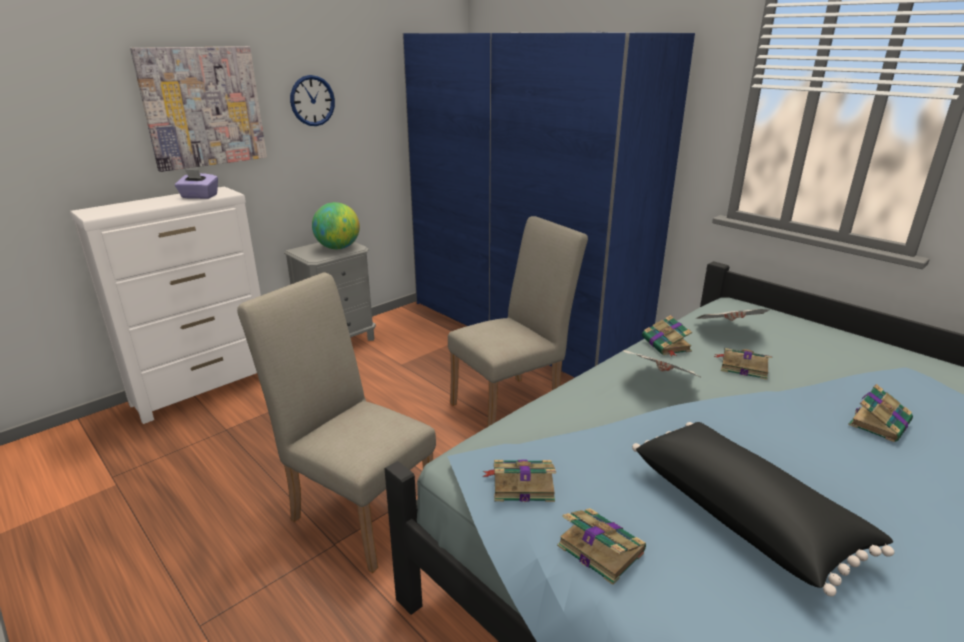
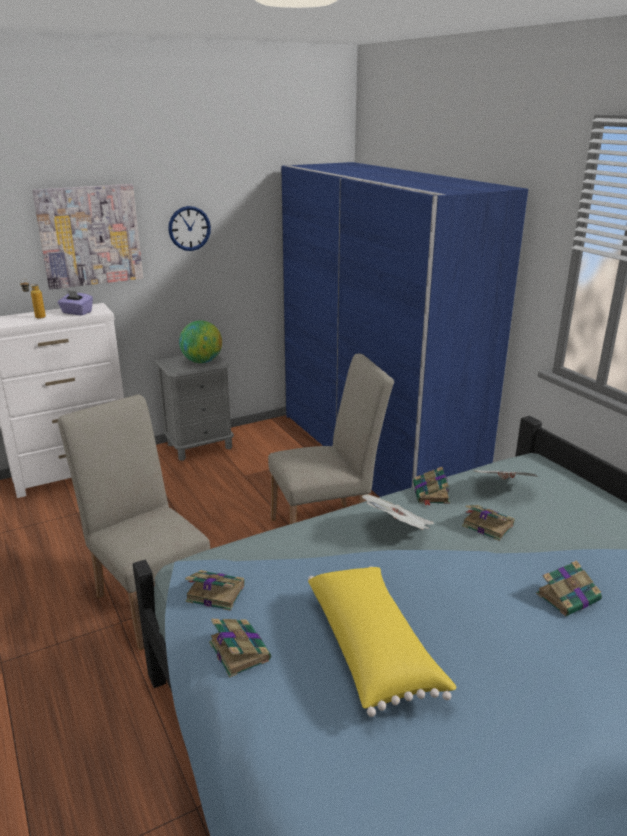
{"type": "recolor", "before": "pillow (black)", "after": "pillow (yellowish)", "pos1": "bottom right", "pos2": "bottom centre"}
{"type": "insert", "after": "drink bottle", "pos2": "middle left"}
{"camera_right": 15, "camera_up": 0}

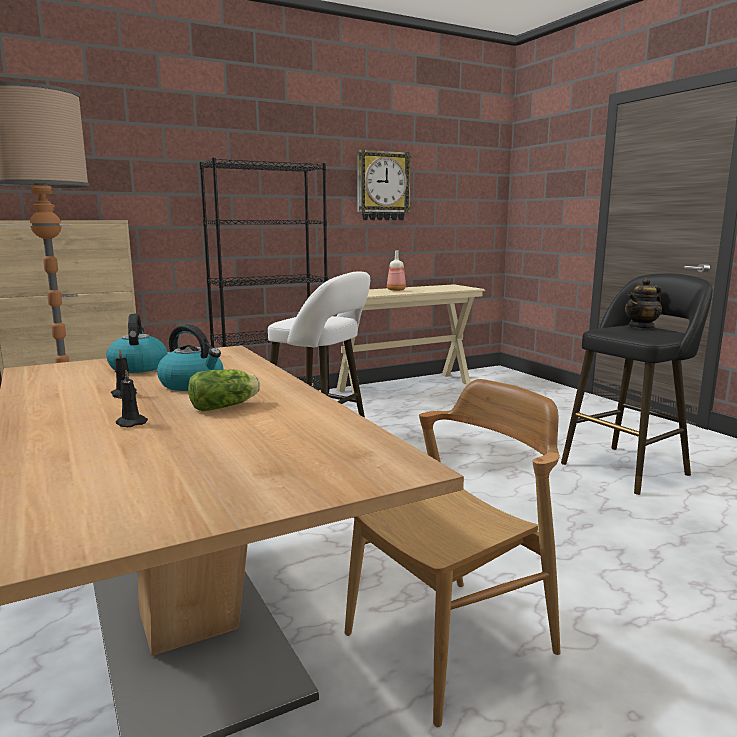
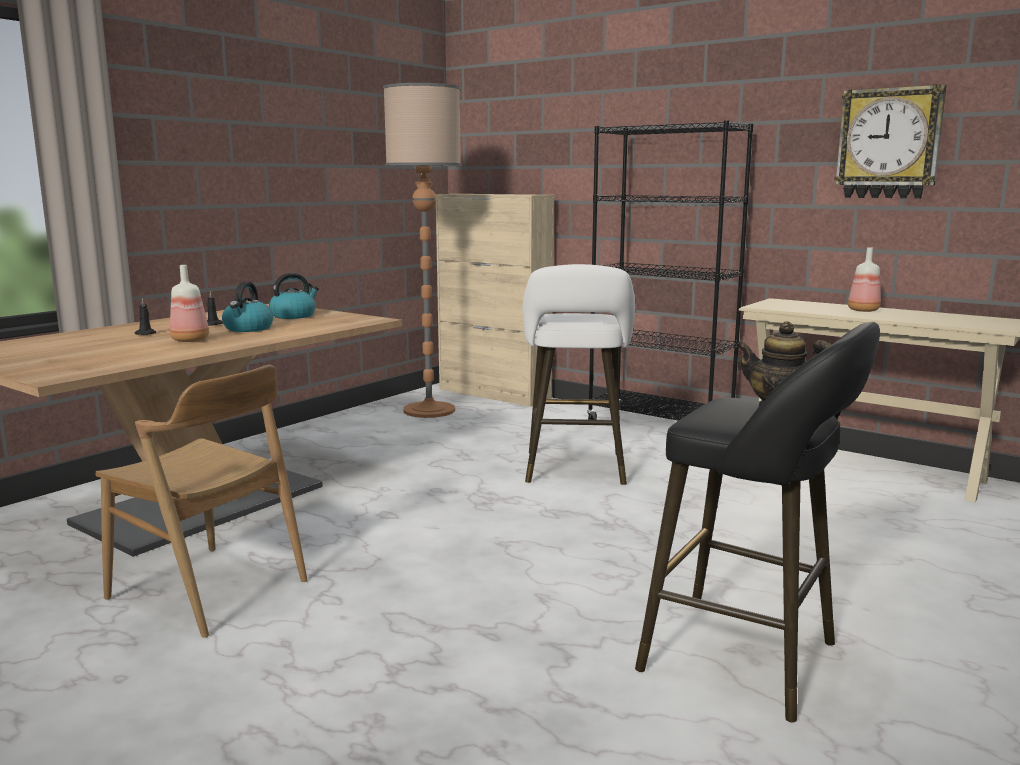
{"type": "replace", "before": "lettuce head", "after": "drink bottle (1st from left)", "pos1": "middle left", "pos2": "middle left"}
{"camera_right": 65, "camera_up": 0}

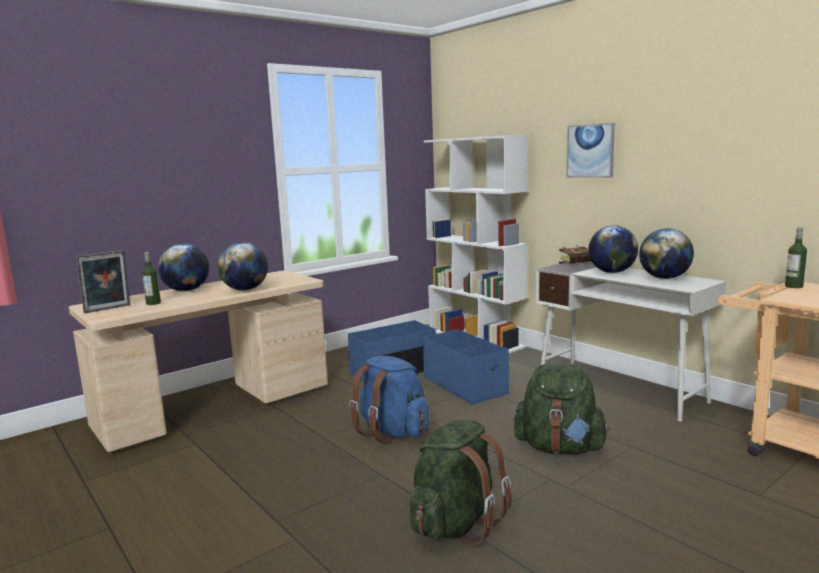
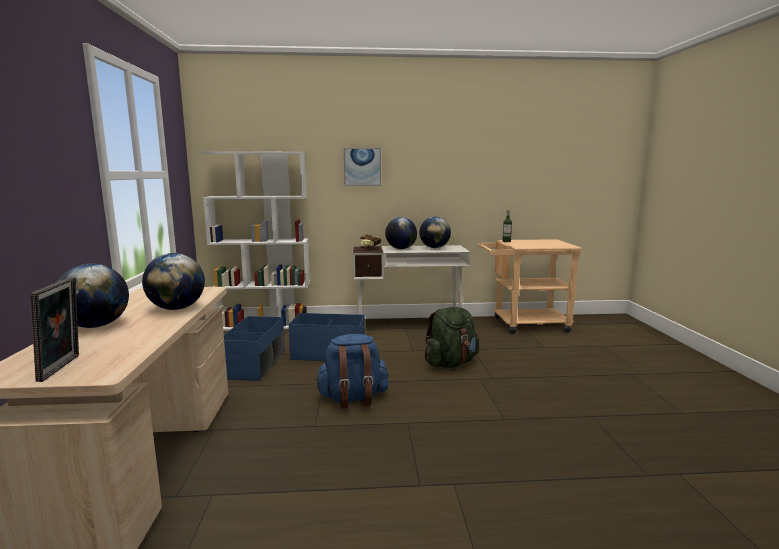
{"type": "delete", "before": "drink bottle (1st from left)", "pos1": "middle left"}
{"type": "delete", "before": "backpack (greenish) (1st from left)", "pos1": "bottom centre"}
{"camera_right": -55, "camera_up": 0}

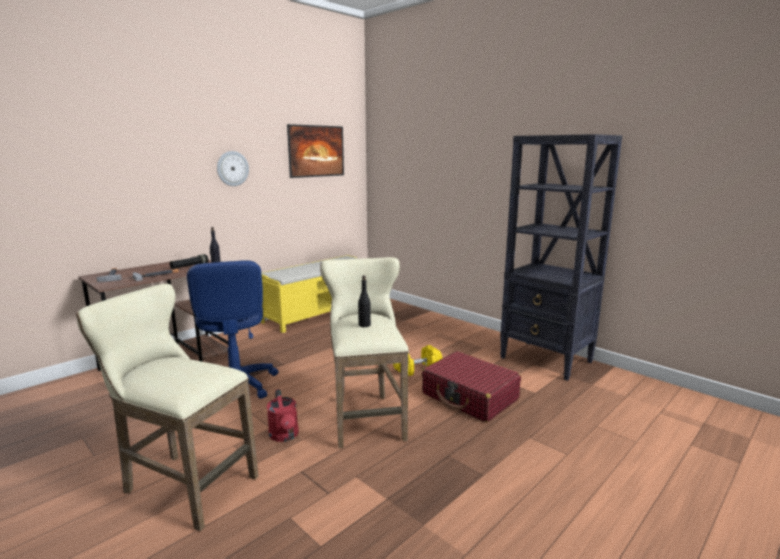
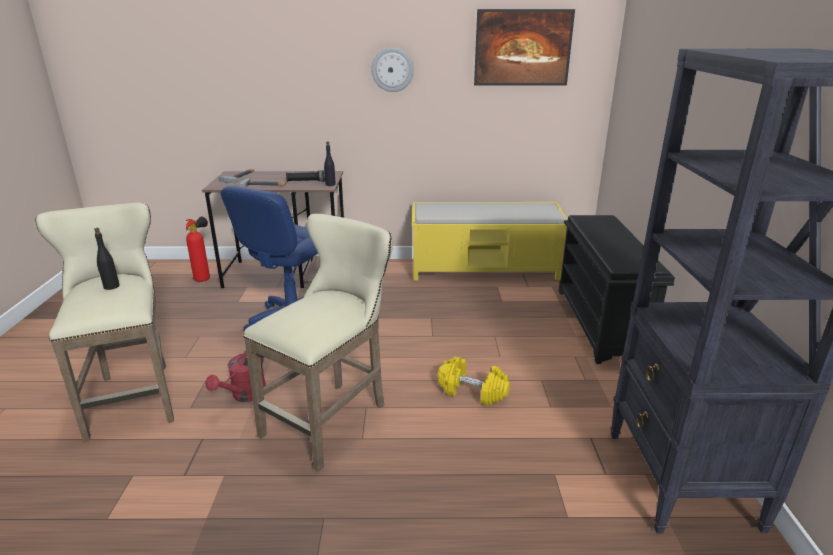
{"type": "move", "before": "drink bottle (black) (2nd from left in the first image)", "after": "drink bottle (black) (1st from left)", "pos1": "centre", "pos2": "middle left"}
{"type": "delete", "before": "travel case (red)", "pos1": "bottom centre"}
{"type": "insert", "after": "shoe rack (black)", "pos2": "middle right"}
{"type": "insert", "after": "fire-fighting cylinder", "pos2": "middle left"}
{"camera_right": 45, "camera_up": 10}

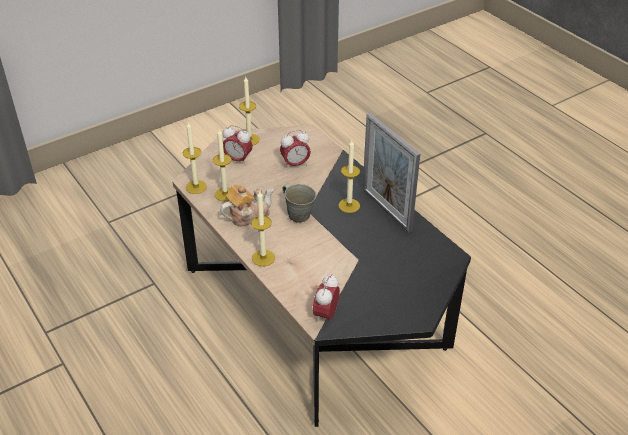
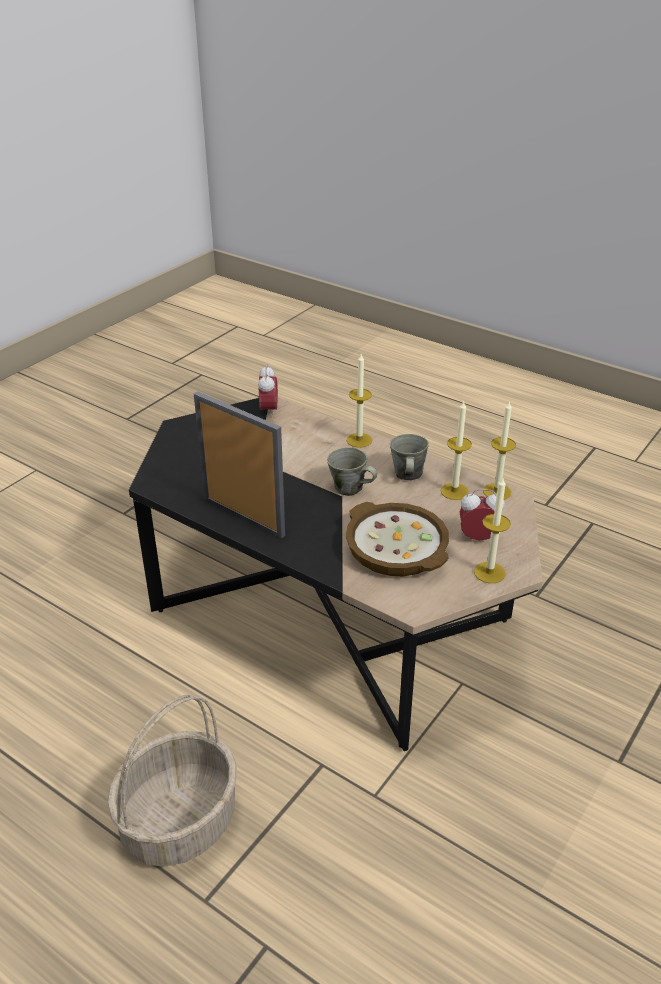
{"type": "replace", "before": "table clock (2nd from left)", "after": "deep dish", "pos1": "centre", "pos2": "centre"}
{"type": "delete", "before": "wax light (5th from left)", "pos1": "centre"}
{"type": "replace", "before": "teapot", "after": "mug (gray) (2nd from left)", "pos1": "centre", "pos2": "centre"}
{"type": "insert", "after": "household basket", "pos2": "bottom left"}
{"camera_right": 160, "camera_up": -5}

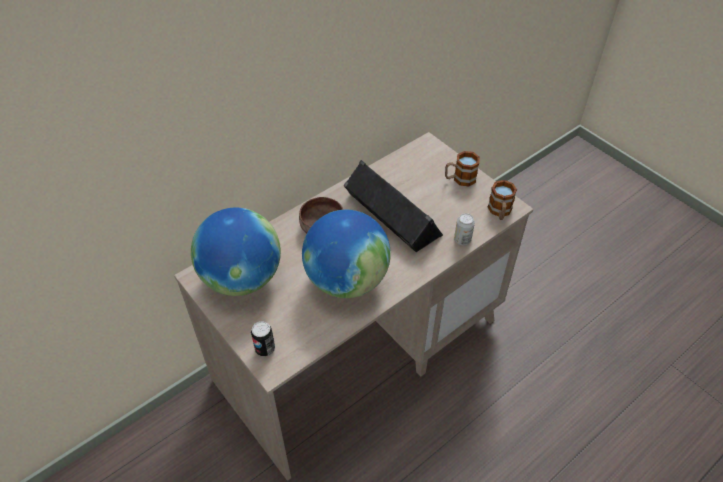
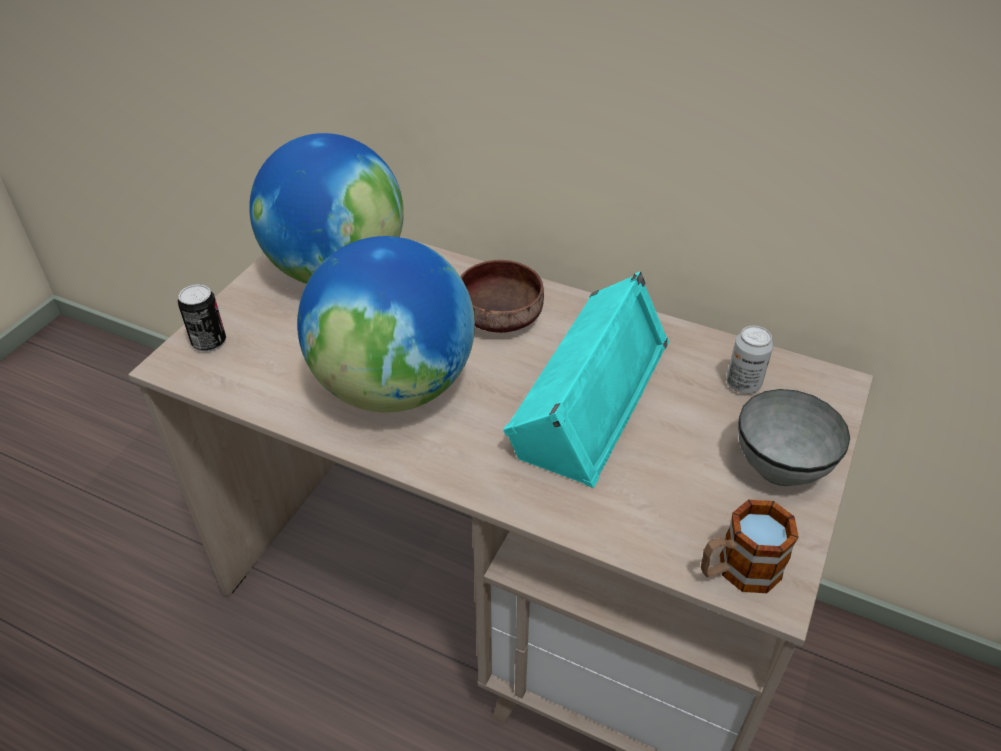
{"type": "replace", "before": "mug (1st from left)", "after": "deep dish (gray)", "pos1": "centre", "pos2": "middle right"}
{"type": "recolor", "before": "audio speaker (black)", "after": "audio speaker (blue-green)", "pos1": "centre", "pos2": "centre"}
{"type": "move", "before": "sealed can (2nd from left)", "pos1": "centre", "pos2": "middle right"}
{"camera_right": 65, "camera_up": -5}

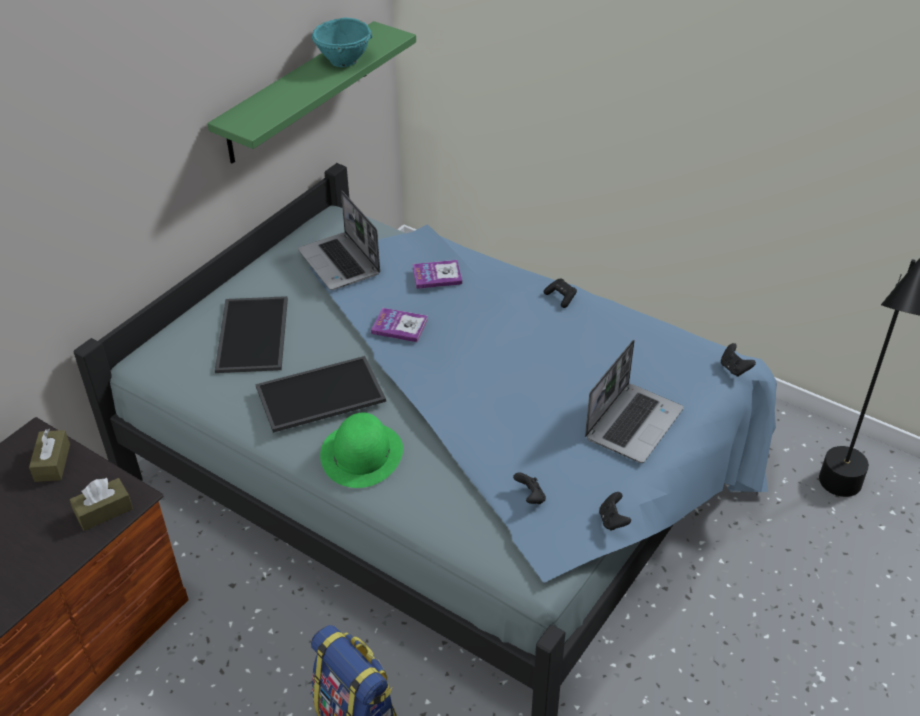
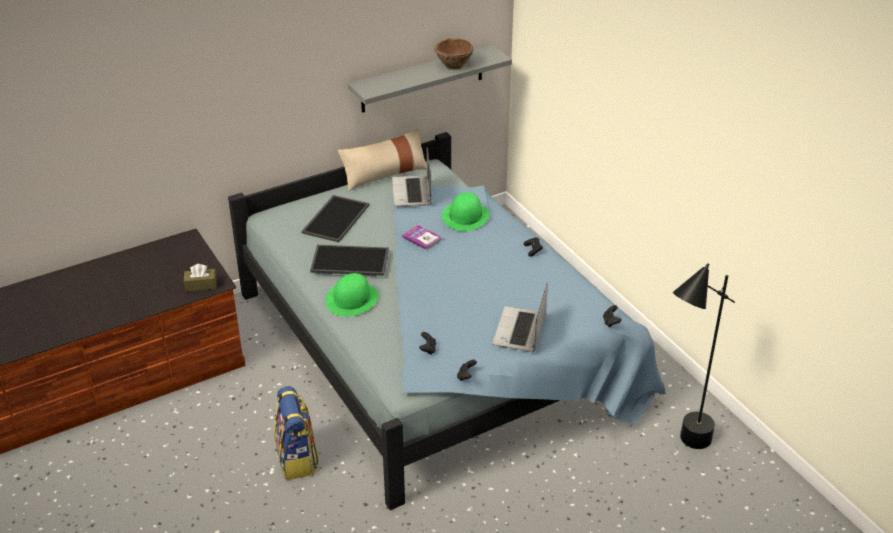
{"type": "recolor", "before": "deep dish (blue-green)", "after": "deep dish (brown)", "pos1": "top centre", "pos2": "top centre"}
{"type": "recolor", "before": "bracket shelf (greenish)", "after": "bracket shelf (gray)", "pos1": "top centre", "pos2": "top centre"}
{"type": "replace", "before": "volume (2nd from left)", "after": "hat (greenish) (2nd from left)", "pos1": "centre", "pos2": "centre"}
{"type": "rotate", "before": "portable computer (2nd from left)", "pos1": "middle right", "pos2": "centre", "turn": 135}
{"type": "delete", "before": "box of tissues (brown) (1st from left)", "pos1": "middle left"}
{"type": "insert", "after": "pillow (beige)", "pos2": "top centre"}
{"camera_right": 25, "camera_up": -5}

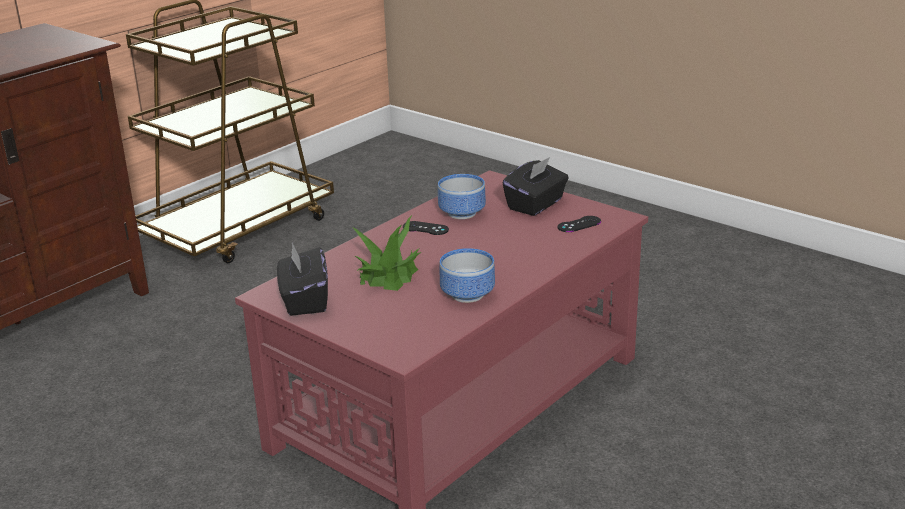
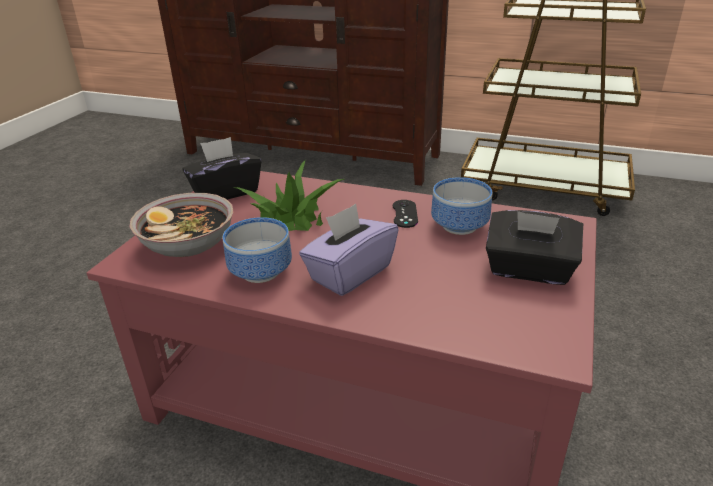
{"type": "delete", "before": "game controller (black) (2nd from left)", "pos1": "centre"}
{"type": "insert", "after": "deep dish (1st from left)", "pos2": "middle left"}
{"type": "insert", "after": "box of tissues (purple)", "pos2": "centre"}
{"camera_right": 70, "camera_up": 5}

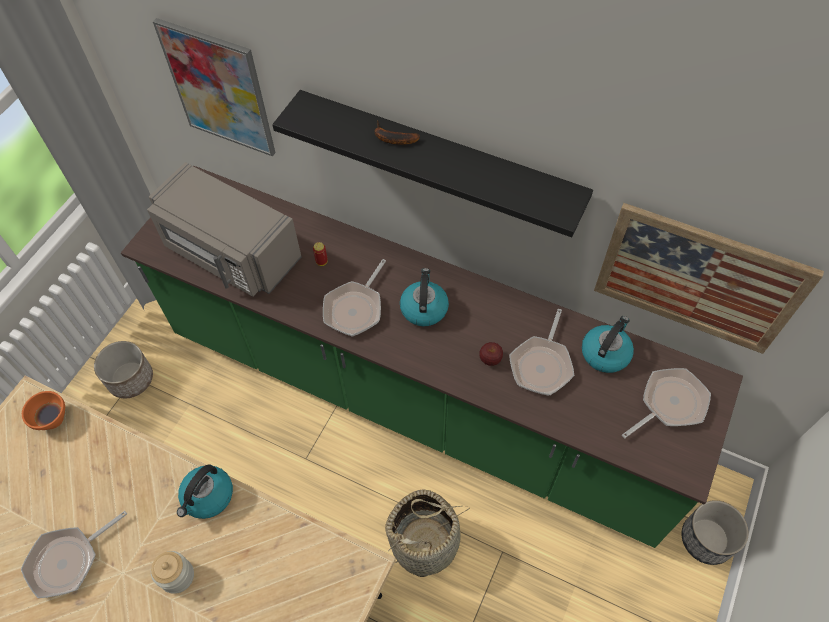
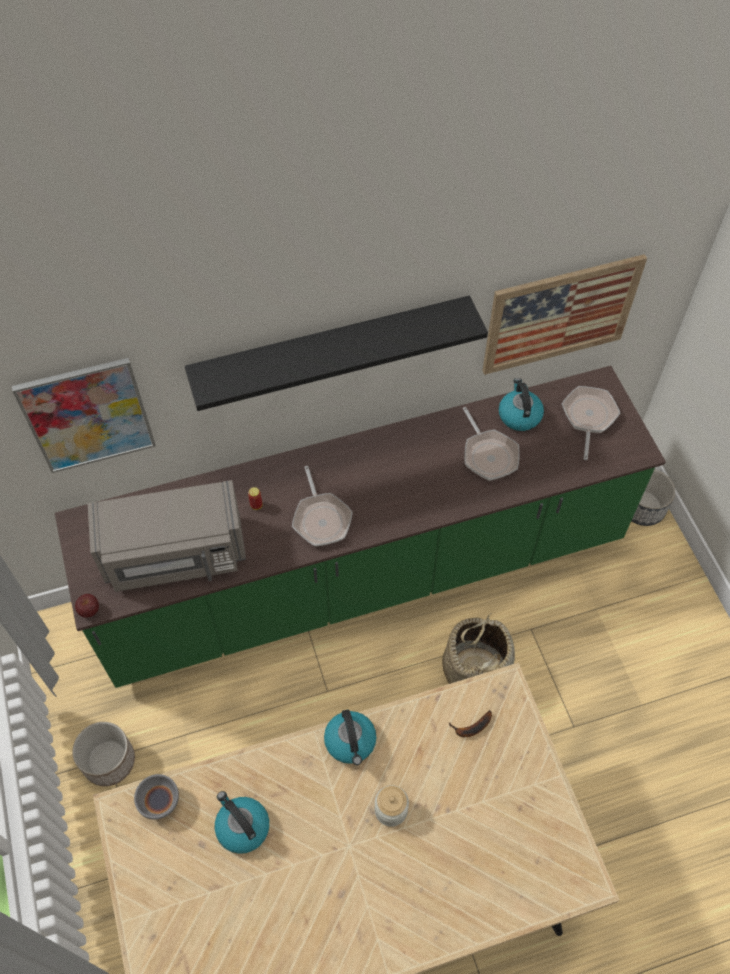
{"type": "move", "before": "banana", "pos1": "top centre", "pos2": "bottom centre"}
{"type": "move", "before": "kettle (2nd from left in the first image)", "after": "kettle (1st from left)", "pos1": "centre", "pos2": "bottom left"}
{"type": "move", "before": "whole apple", "pos1": "centre", "pos2": "middle left"}
{"type": "recolor", "before": "deep dish (orange)", "after": "deep dish (gray)", "pos1": "middle left", "pos2": "bottom left"}
{"type": "delete", "before": "pan (1st from left)", "pos1": "bottom left"}
{"camera_right": -45, "camera_up": 0}

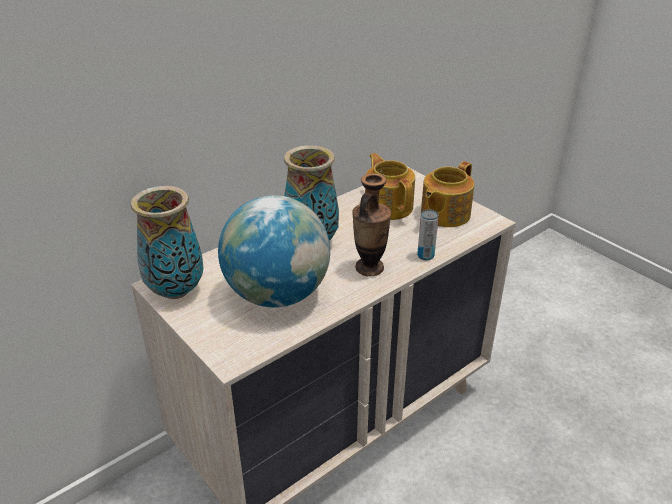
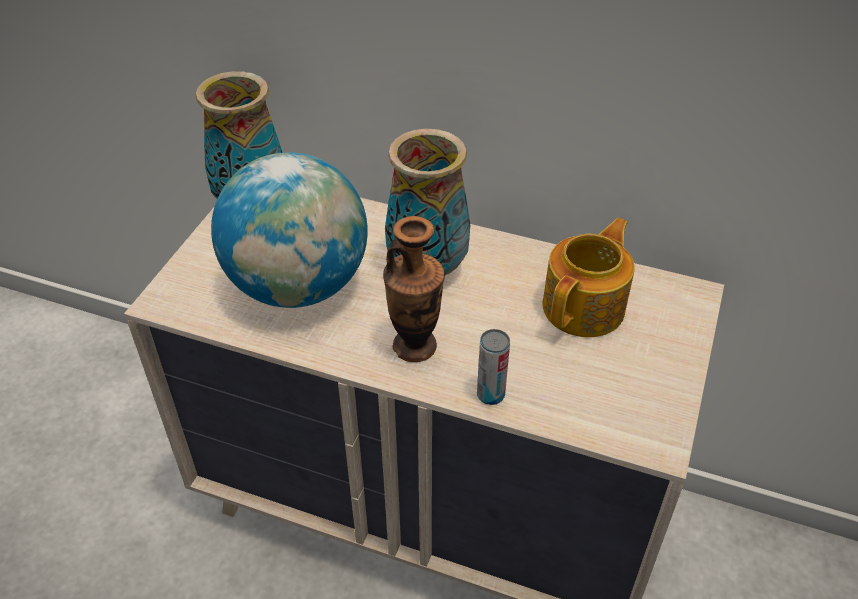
{"type": "delete", "before": "teapot (2nd from left)", "pos1": "centre"}
{"camera_right": 60, "camera_up": 10}

